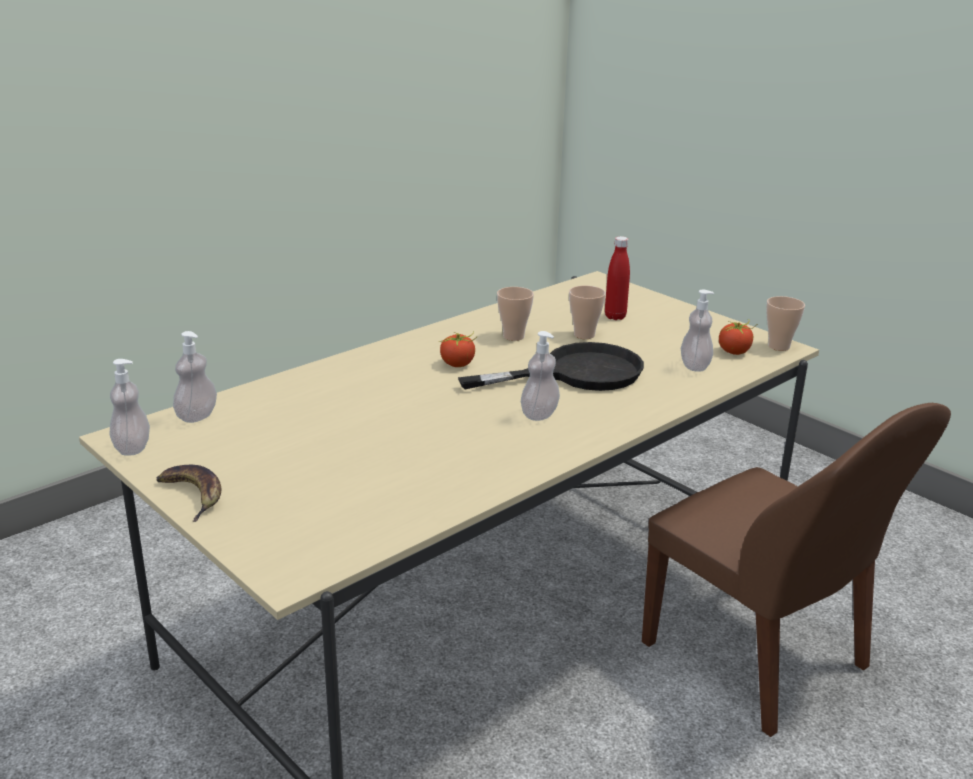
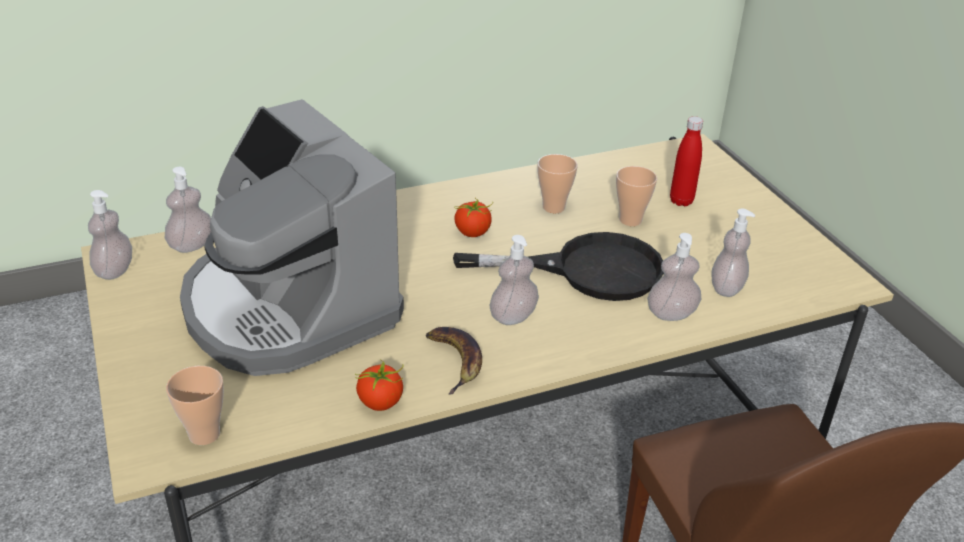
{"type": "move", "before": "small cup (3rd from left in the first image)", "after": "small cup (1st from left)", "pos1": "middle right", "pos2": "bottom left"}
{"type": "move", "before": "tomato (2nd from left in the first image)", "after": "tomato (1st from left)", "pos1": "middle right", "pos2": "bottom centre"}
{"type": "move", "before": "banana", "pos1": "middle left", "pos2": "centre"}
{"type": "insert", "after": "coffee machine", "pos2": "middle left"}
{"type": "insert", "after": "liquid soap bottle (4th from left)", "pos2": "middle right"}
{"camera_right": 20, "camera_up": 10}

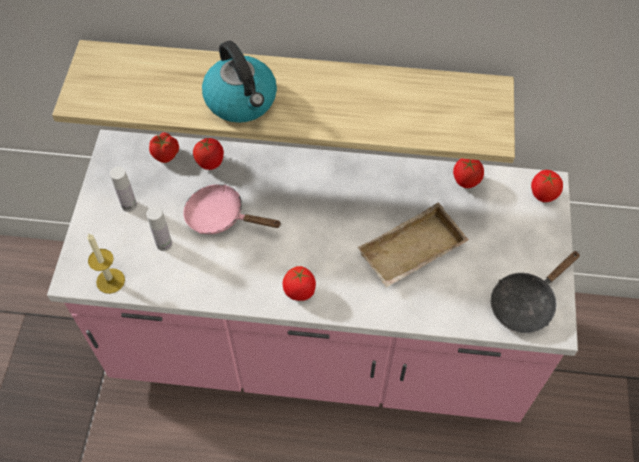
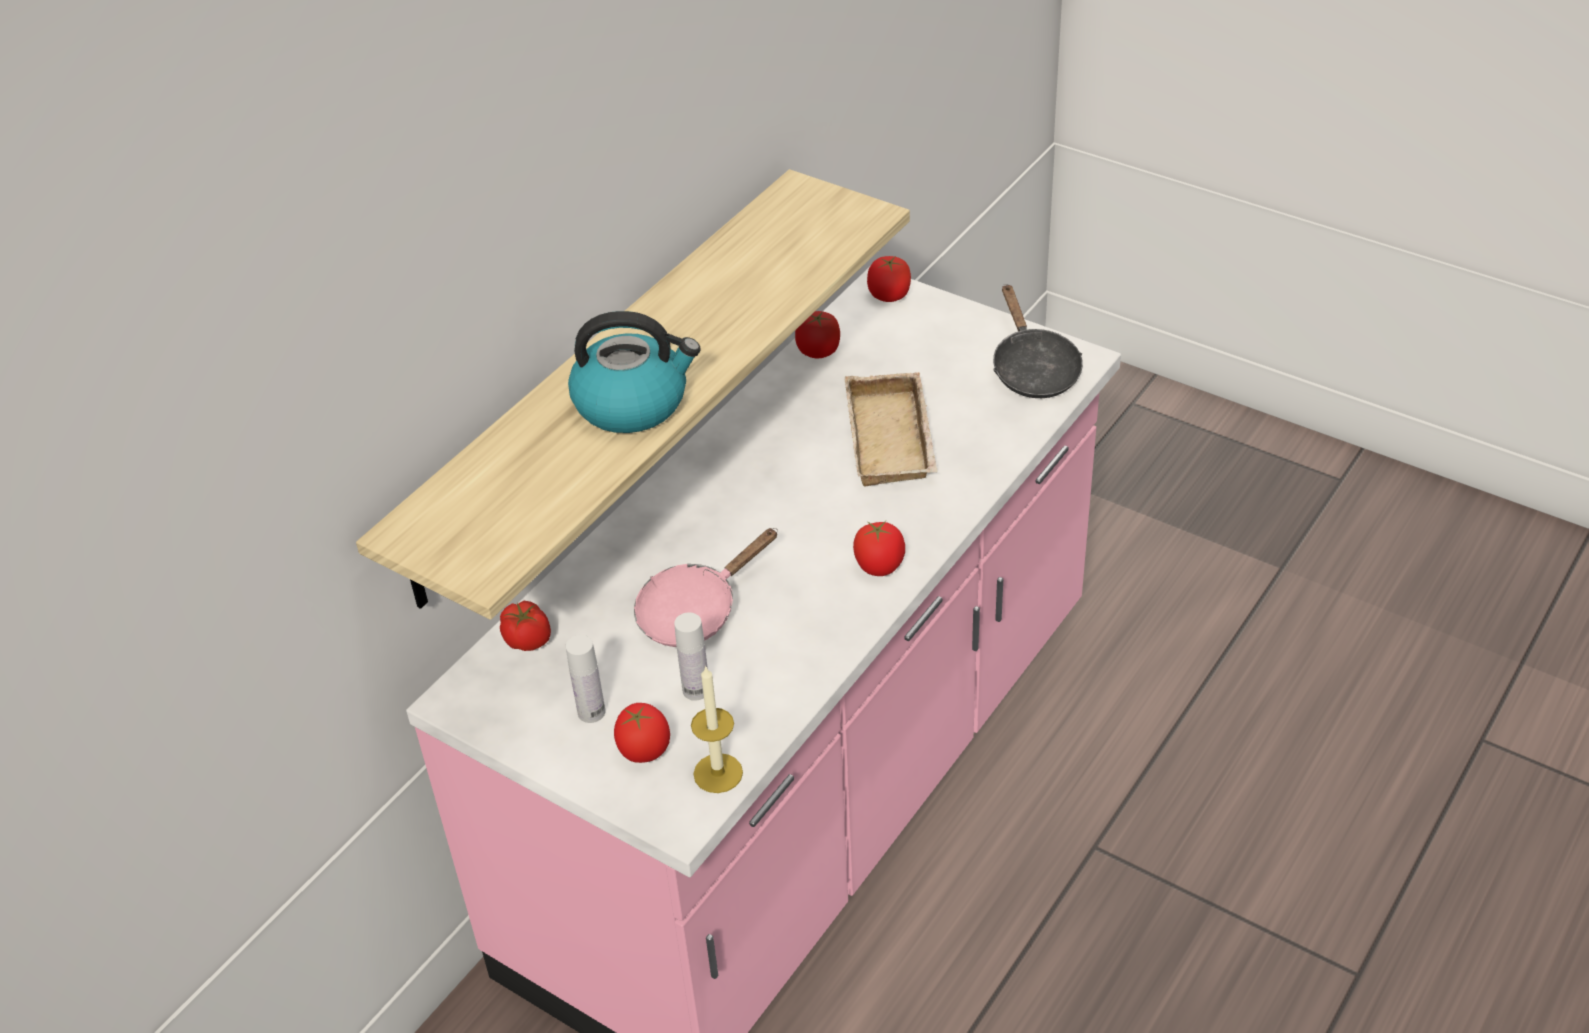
{"type": "move", "before": "tomato (2nd from left)", "pos1": "top left", "pos2": "bottom centre"}
{"camera_right": -60, "camera_up": -15}

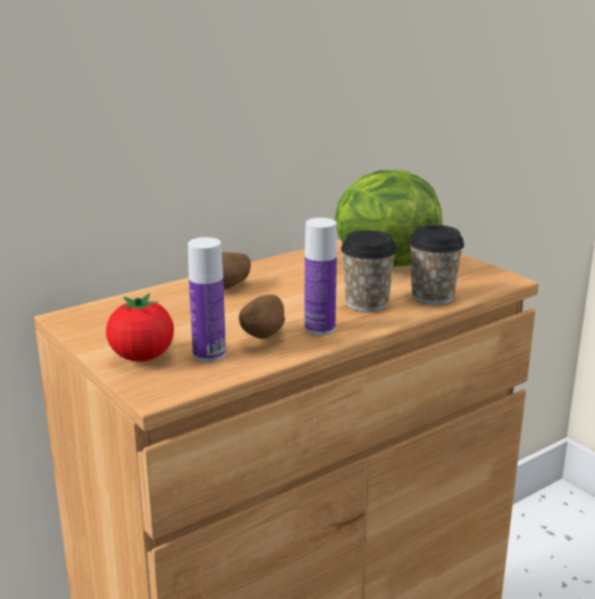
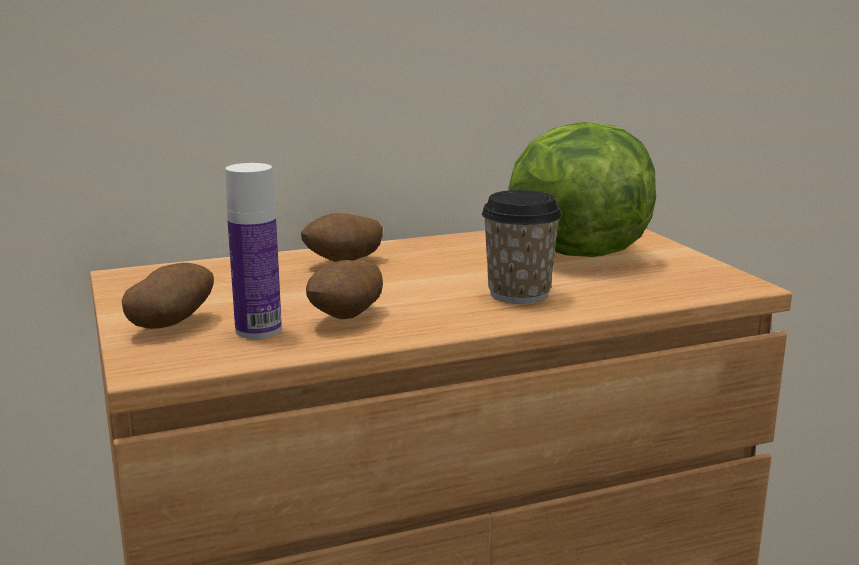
{"type": "delete", "before": "drink bottle (2nd from left)", "pos1": "centre"}
{"type": "delete", "before": "small cup (2nd from left)", "pos1": "middle right"}
{"type": "replace", "before": "tomato", "after": "spud (1st from left)", "pos1": "middle left", "pos2": "middle left"}
{"camera_right": 15, "camera_up": -5}

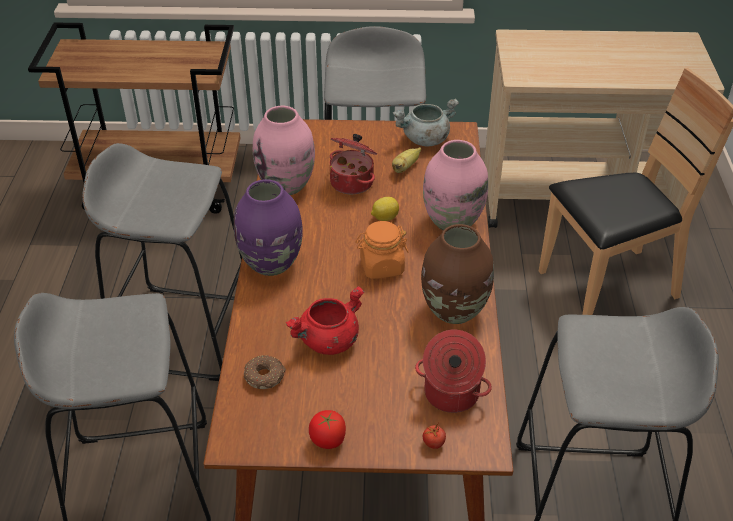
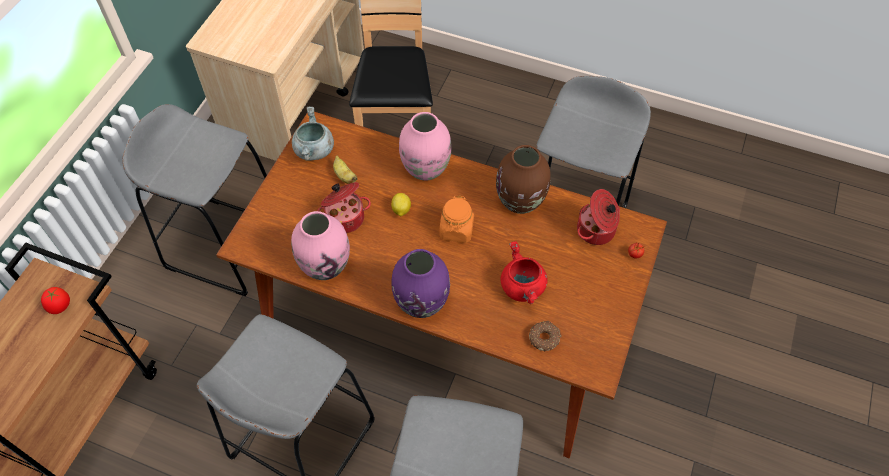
{"type": "move", "before": "tomato (1st from left)", "pos1": "bottom centre", "pos2": "middle left"}
{"camera_right": -70, "camera_up": 15}

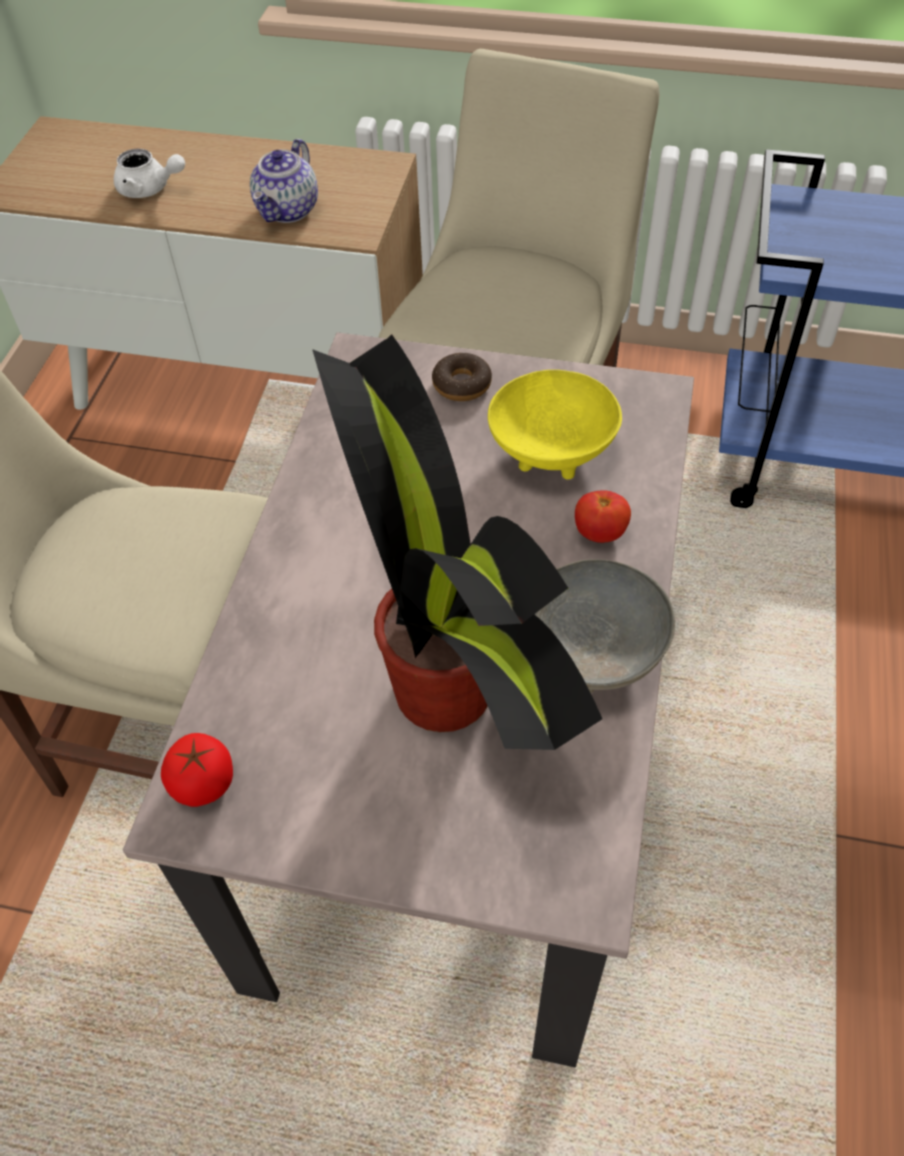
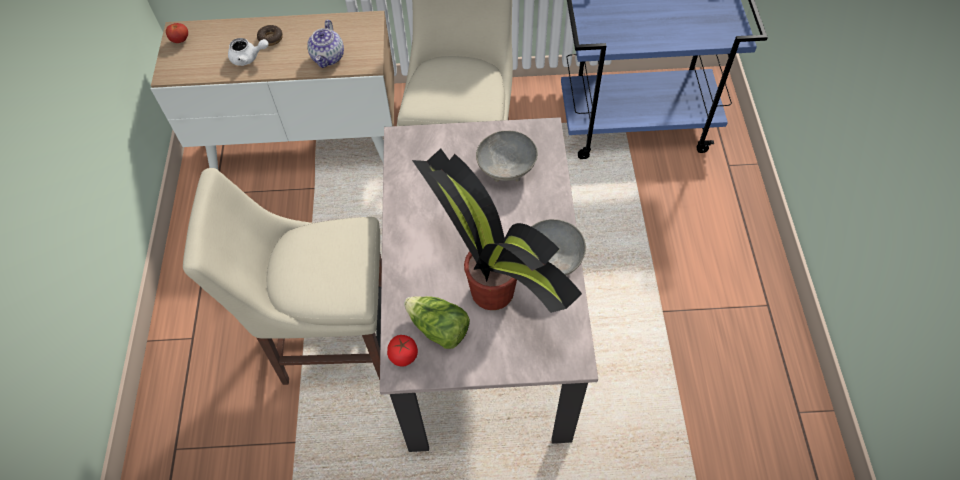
{"type": "move", "before": "doughnut", "pos1": "top centre", "pos2": "top left"}
{"type": "recolor", "before": "deep dish (yellowish)", "after": "deep dish (gray) (1st from left)", "pos1": "centre", "pos2": "top centre"}
{"type": "move", "before": "tomato (2nd from left in the first image)", "after": "tomato (1st from left)", "pos1": "middle right", "pos2": "top left"}
{"type": "insert", "after": "lettuce head", "pos2": "bottom centre"}
{"camera_right": -15, "camera_up": 5}

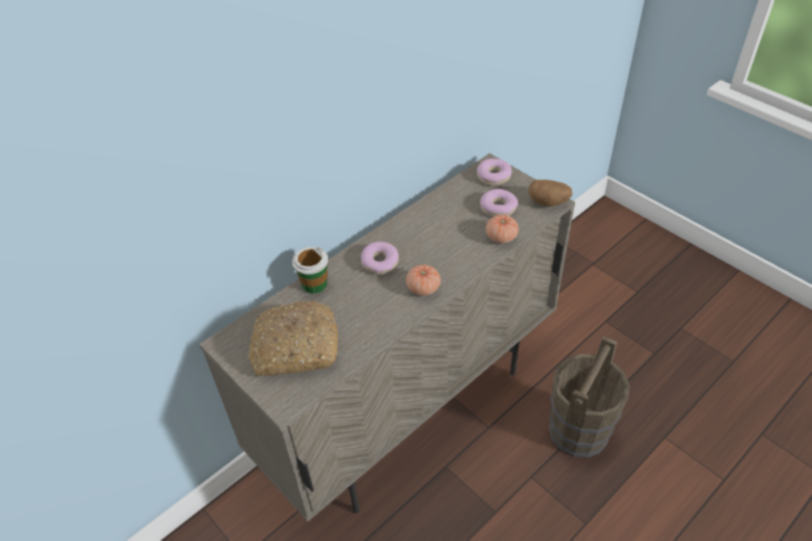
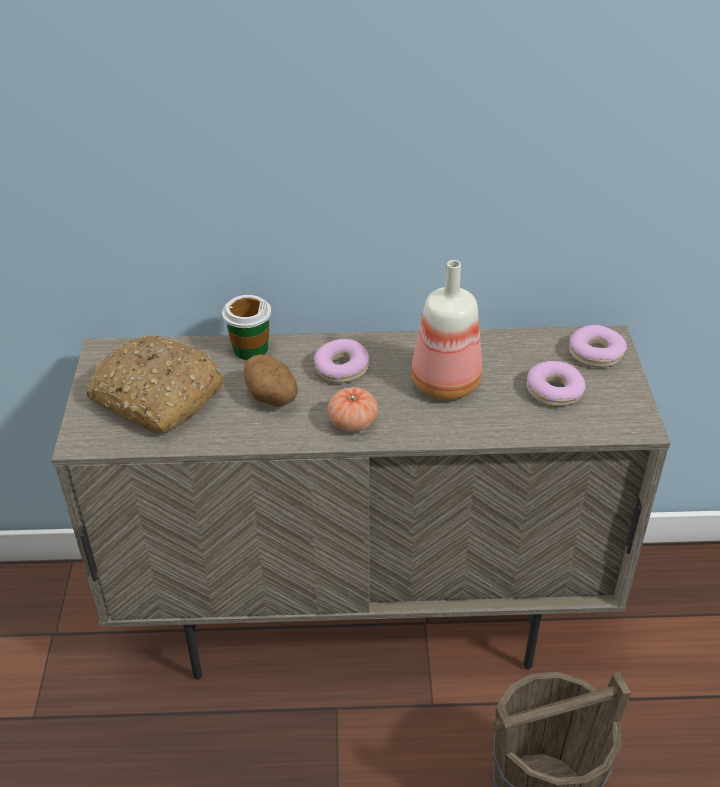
{"type": "move", "before": "spud", "pos1": "middle right", "pos2": "centre"}
{"type": "delete", "before": "tomato (2nd from left)", "pos1": "centre"}
{"type": "insert", "after": "drink bottle", "pos2": "centre"}
{"camera_right": 40, "camera_up": -5}

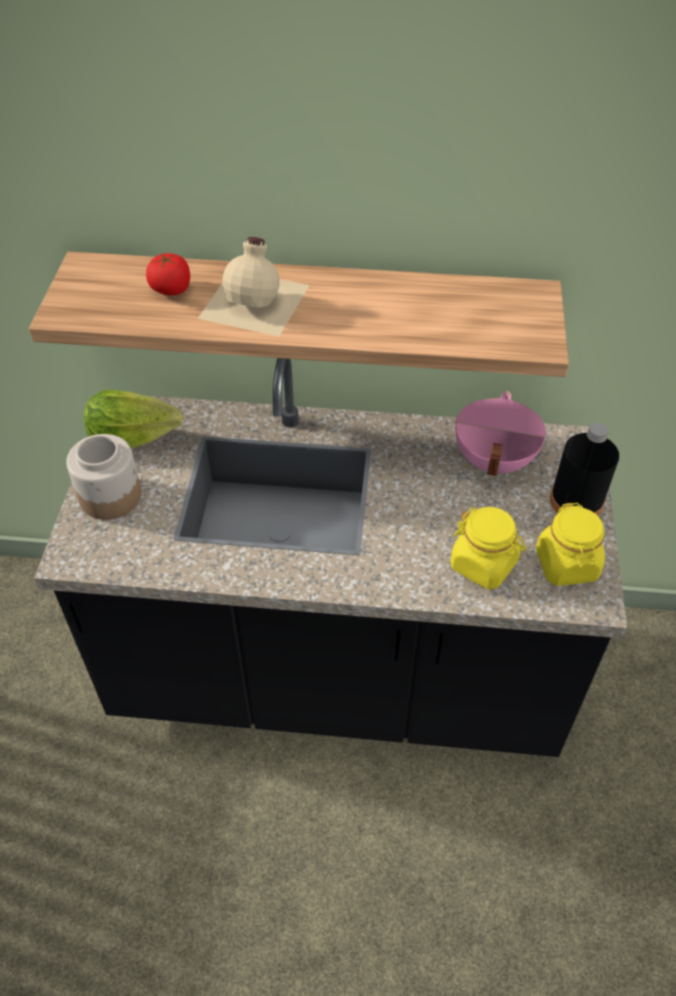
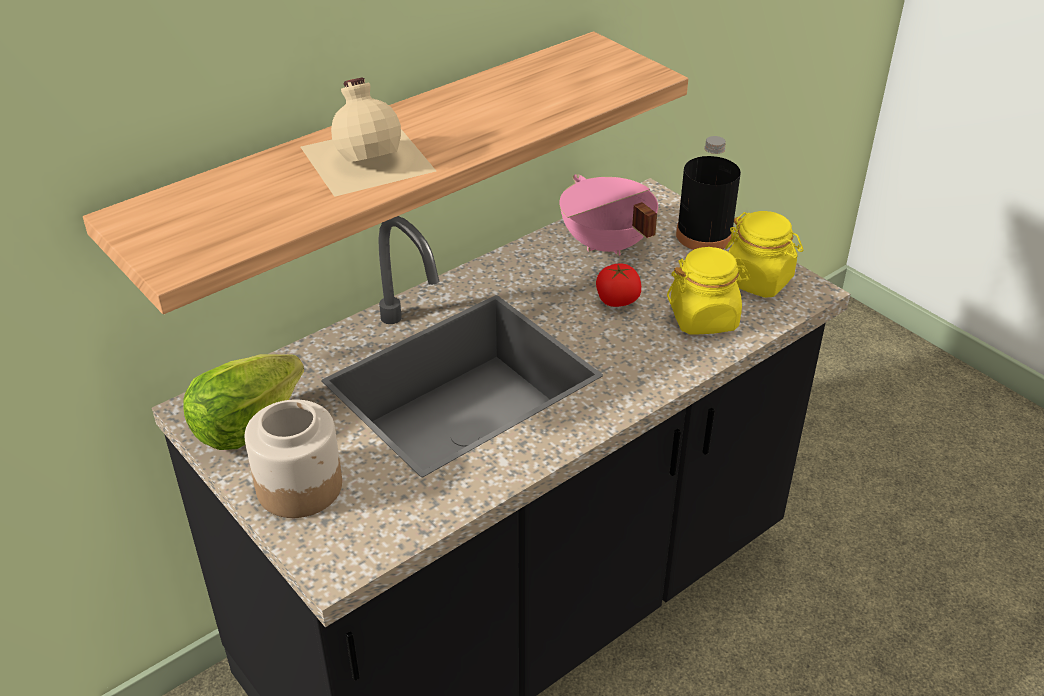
{"type": "move", "before": "tomato", "pos1": "top left", "pos2": "centre"}
{"camera_right": -45, "camera_up": -10}

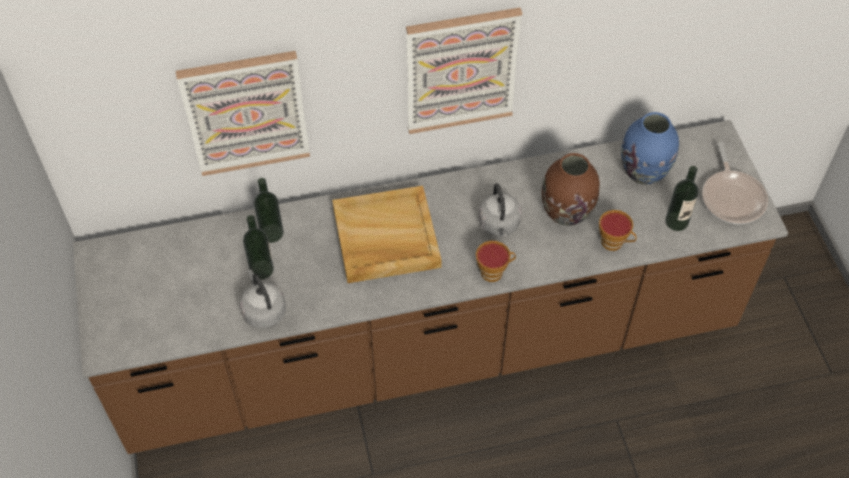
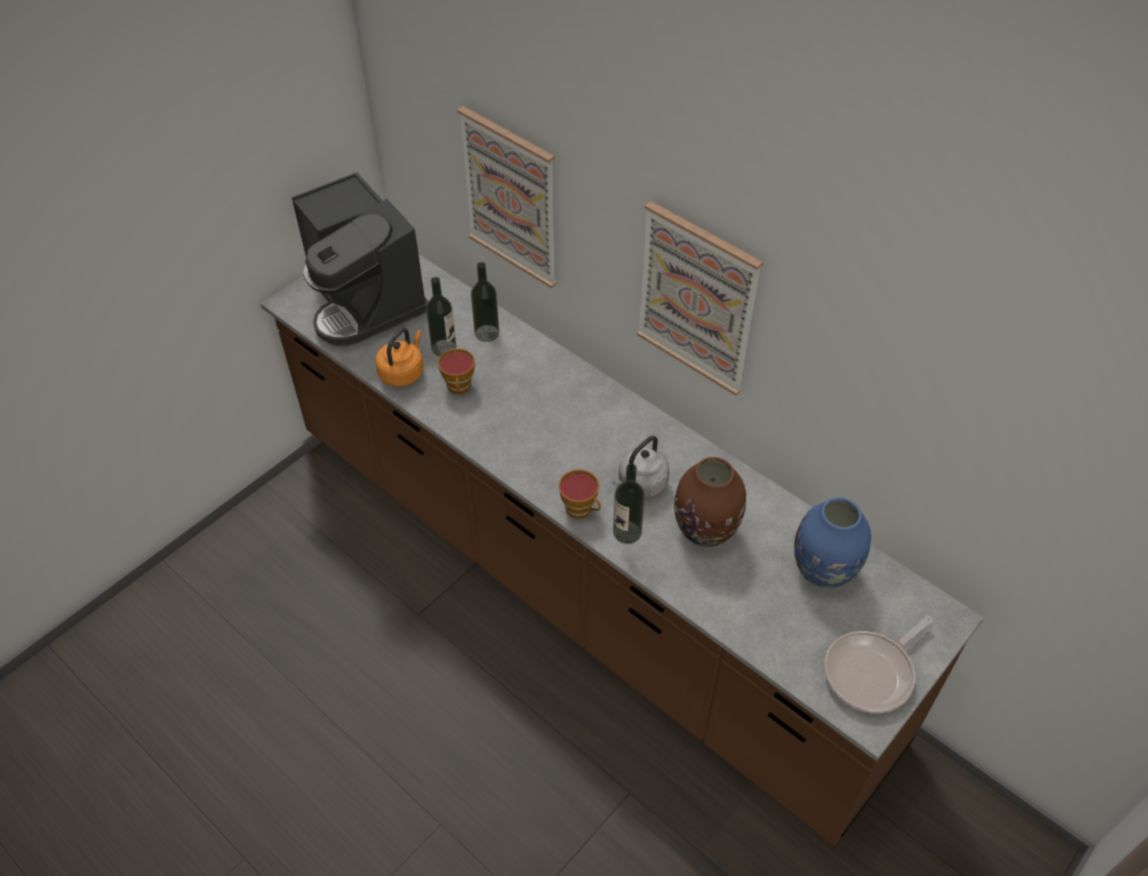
{"type": "move", "before": "drink bottle (3rd from left)", "pos1": "middle right", "pos2": "centre"}
{"type": "delete", "before": "tray (beige)", "pos1": "centre"}
{"type": "move", "before": "small cup (2nd from left in the first image)", "after": "small cup (1st from left)", "pos1": "middle right", "pos2": "centre"}
{"type": "recolor", "before": "kettle (gray) (1st from left)", "after": "kettle (orange)", "pos1": "middle left", "pos2": "centre"}
{"type": "insert", "after": "coffee machine", "pos2": "top left"}
{"camera_right": 55, "camera_up": -5}

